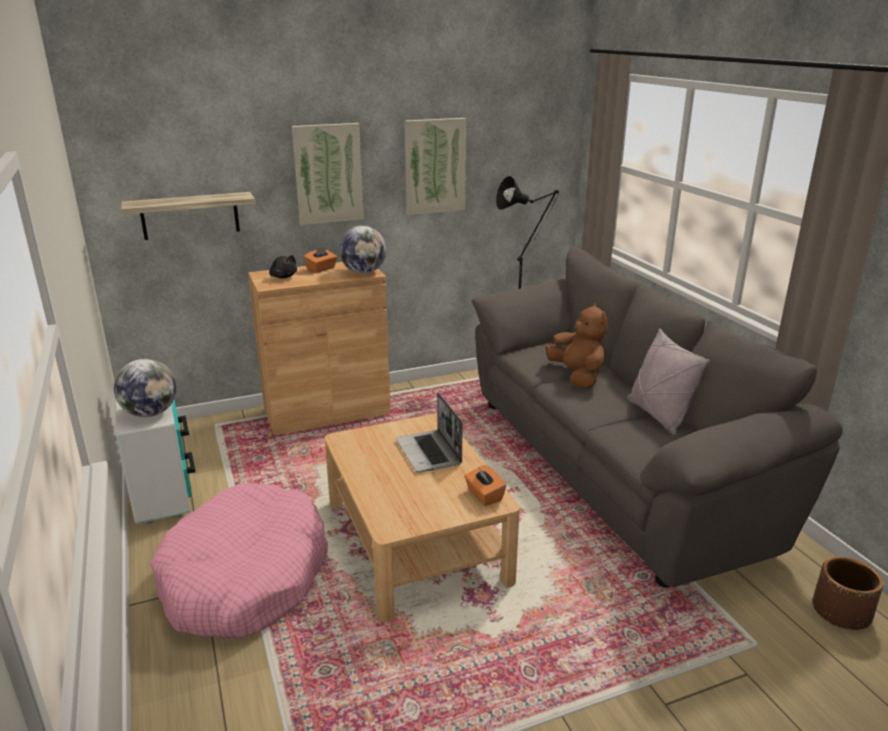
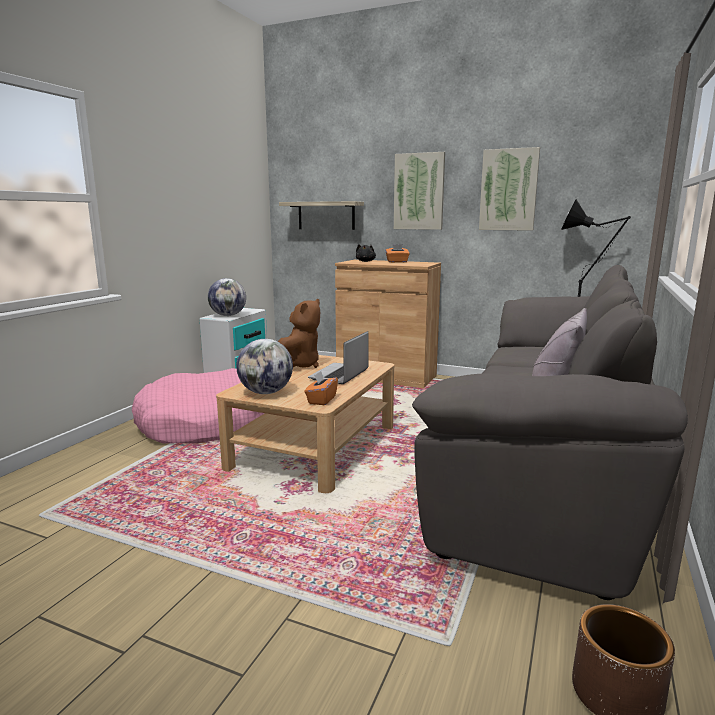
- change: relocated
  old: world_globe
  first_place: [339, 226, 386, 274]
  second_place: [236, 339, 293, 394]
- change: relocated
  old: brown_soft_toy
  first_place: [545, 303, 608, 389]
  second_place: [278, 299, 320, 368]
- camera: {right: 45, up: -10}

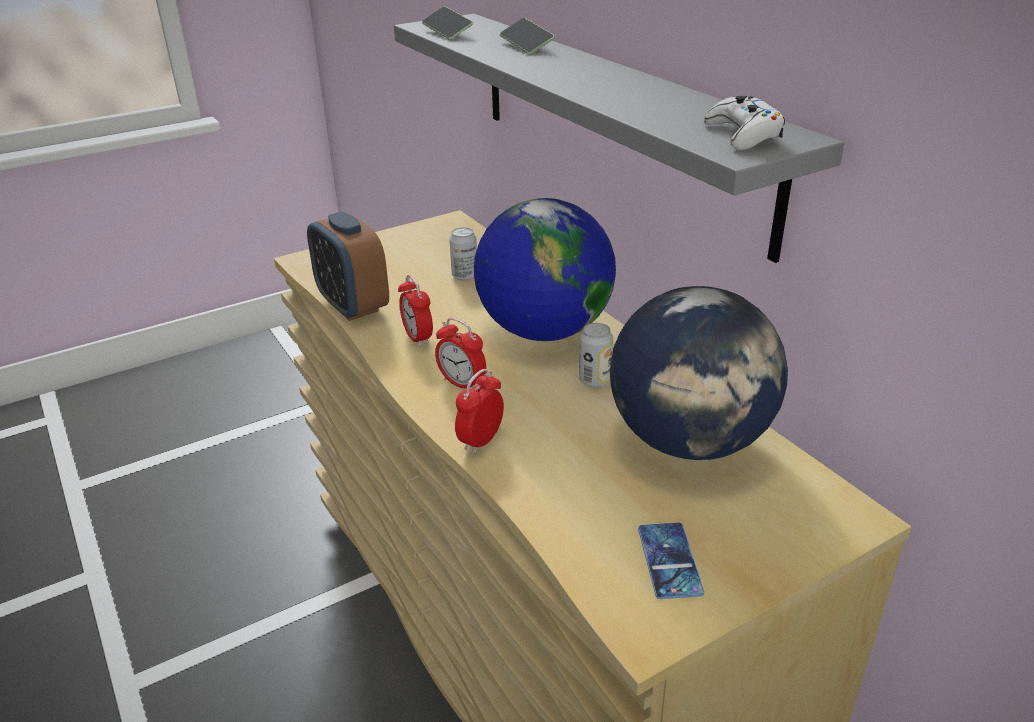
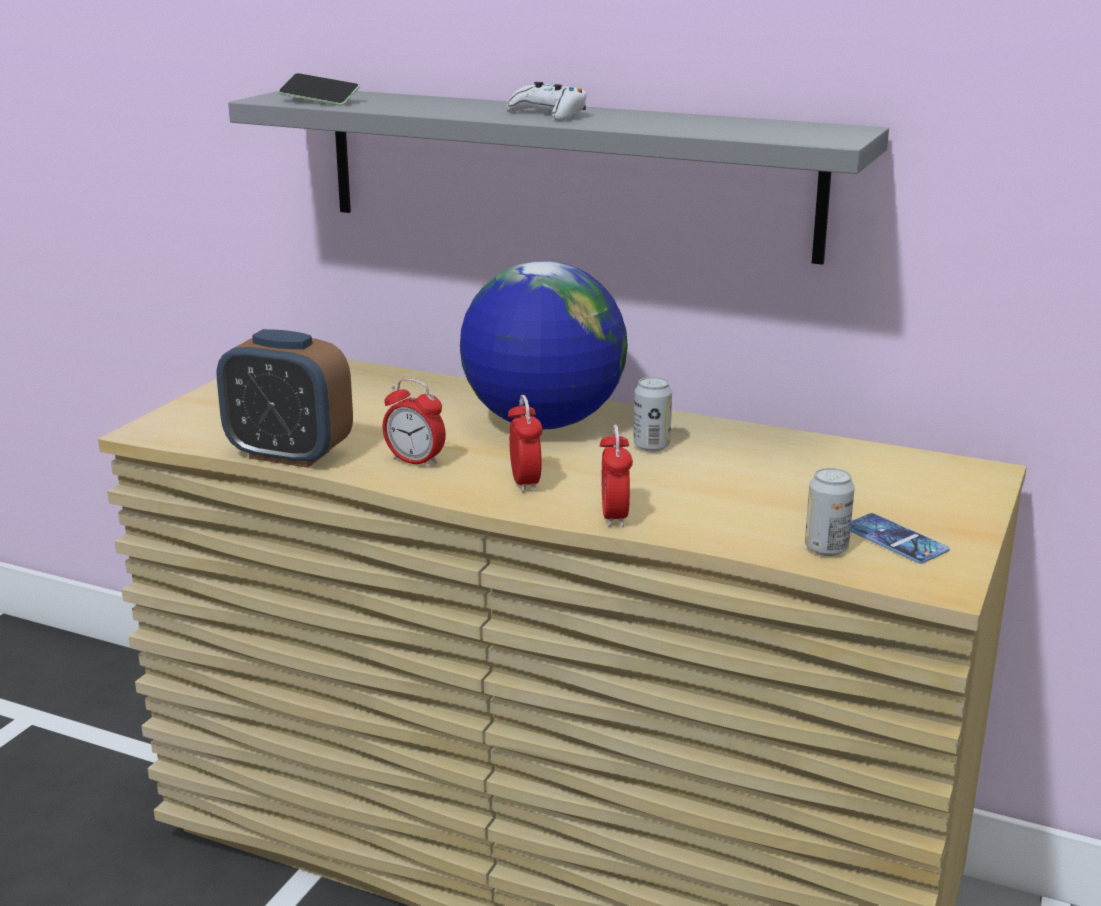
- change: relocated
  old: whitish_game_controller
  first_place: [704, 96, 785, 150]
  second_place: [506, 82, 587, 121]
- change: spun
  old: table_clock
  first_place: [435, 318, 486, 389]
  second_place: [508, 395, 543, 492]
  degrees: -105
- change: relocated
  old: sealed_can
  first_place: [449, 227, 477, 281]
  second_place: [805, 468, 855, 556]
- change: missing
  old: phone
  first_place: [500, 18, 555, 54]
- change: missing
  old: world_globe
  first_place: [610, 286, 788, 460]
- camera: {right: -35, up: -10}

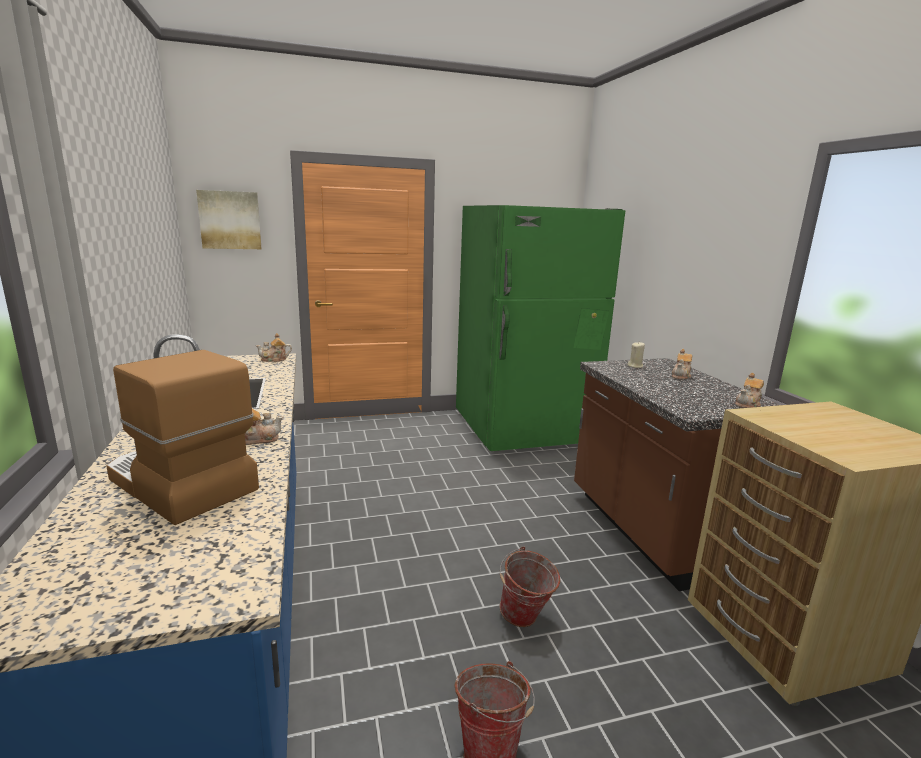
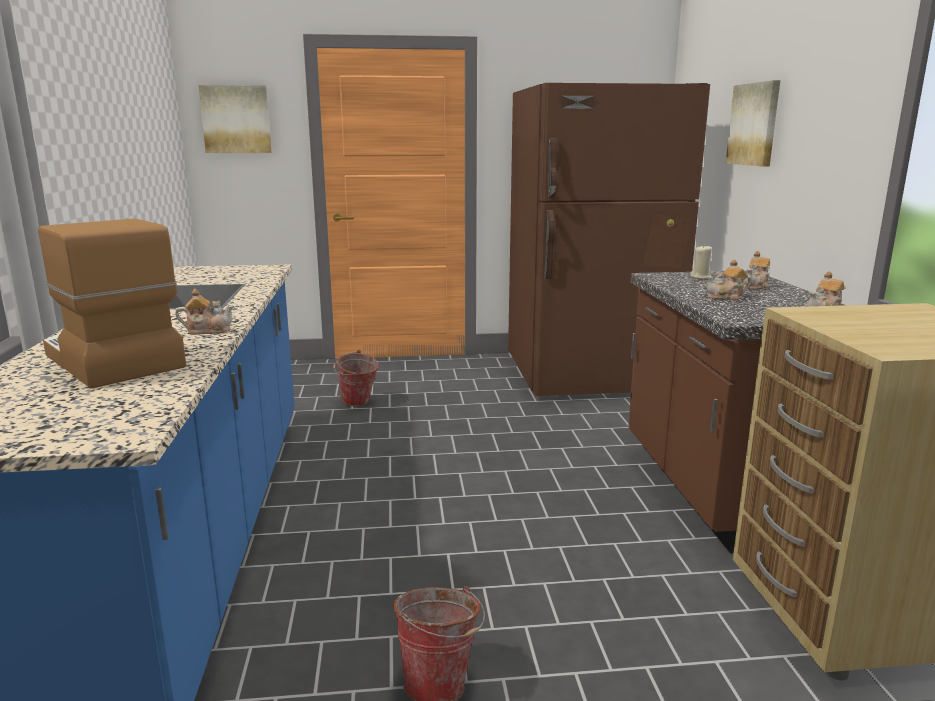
- change: relocated
  old: pail
  first_place: [499, 546, 560, 627]
  second_place: [333, 350, 379, 407]
- change: colour
  old: green_fridge
  new: brown_fridge
  first_place: [456, 205, 626, 451]
  second_place: [508, 83, 710, 396]
- change: relocated
  old: pot_for_tea
  first_place: [256, 333, 292, 362]
  second_place: [706, 260, 752, 300]
- change: appeared
  new: picture
  second_place: [726, 80, 780, 167]
- camera: {right: 10, up: 0}

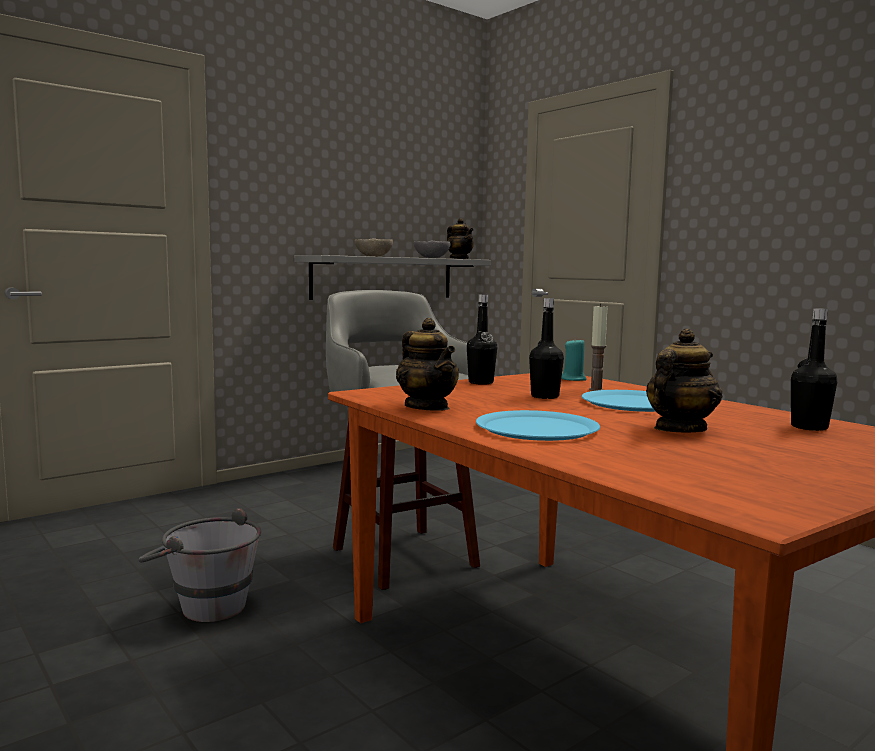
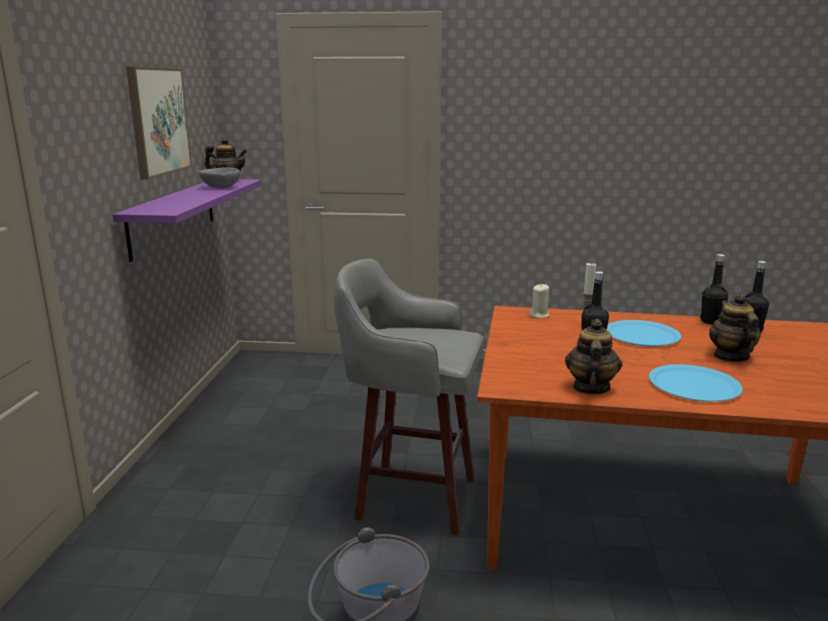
- change: colour
  old: gray_bracket_shelf
  new: purple_bracket_shelf
  first_place: [294, 255, 491, 300]
  second_place: [112, 179, 261, 262]
- change: appeared
  new: picture
  second_place: [126, 66, 192, 179]
- change: colour
  old: turquoise-coloured_wax_light
  new: beige-coloured_wax_light
  first_place: [561, 338, 587, 381]
  second_place: [529, 284, 549, 318]
- change: spun
  old: pot_for_tea
  first_place: [396, 318, 459, 411]
  second_place: [565, 318, 622, 394]
  degrees: -90
- change: relocated
  old: black_bottle
  first_place: [467, 294, 497, 385]
  second_place: [700, 254, 728, 325]
- change: missing
  old: beige-coloured_deep_dish
  first_place: [355, 239, 393, 257]
- camera: {right: -45, up: 10}

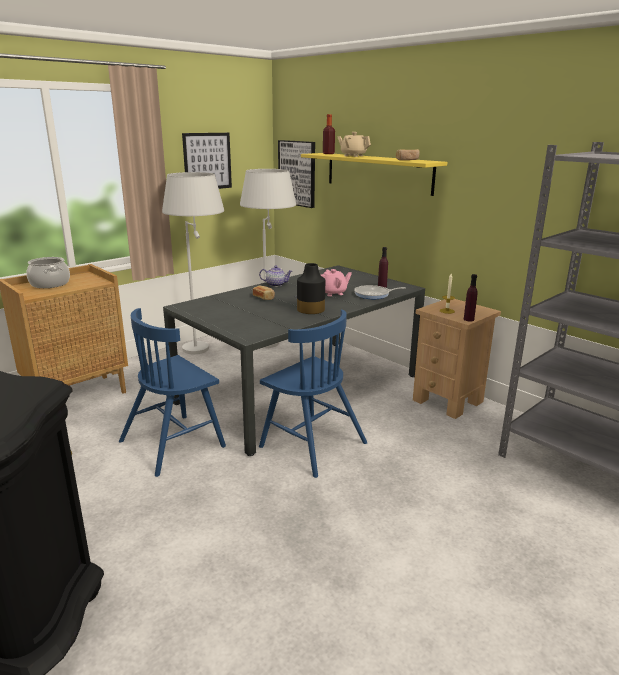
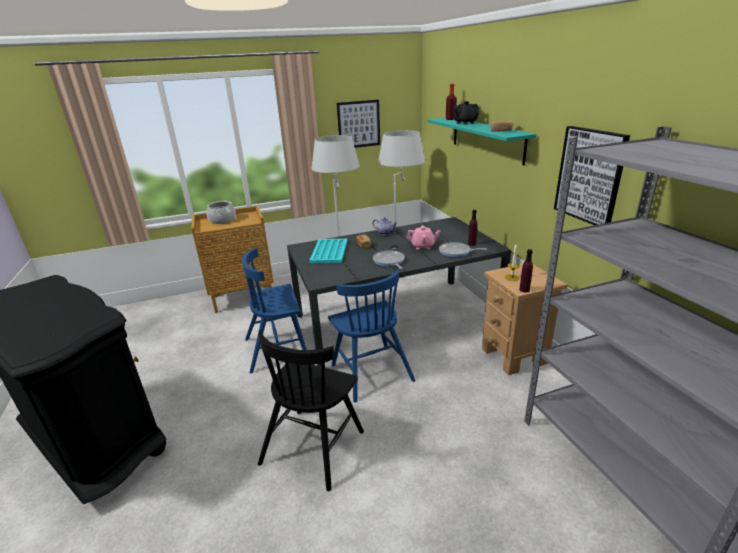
- change: appeared
  new: black_chair
  second_place: [258, 329, 364, 491]
- change: appeared
  new: turquoise-coloured_serving_tray
  second_place: [309, 239, 347, 263]
- change: exchanged
  old: black_decorative_vase
  new: frying_pan
  first_place: [297, 263, 325, 314]
  second_place: [373, 250, 405, 269]
- change: colour
  old: yellow_bracket_shelf
  new: turquoise-coloured_bracket_shelf
  first_place: [301, 153, 447, 196]
  second_place: [427, 118, 537, 165]
- change: colour
  old: beige-coloured_pot_for_tea
  new: black_pot_for_tea
  first_place: [337, 132, 371, 157]
  second_place: [453, 101, 479, 125]
- change: relocated
  old: picture
  first_place: [278, 140, 315, 208]
  second_place: [554, 126, 630, 225]
- camera: {right: 25, up: 5}

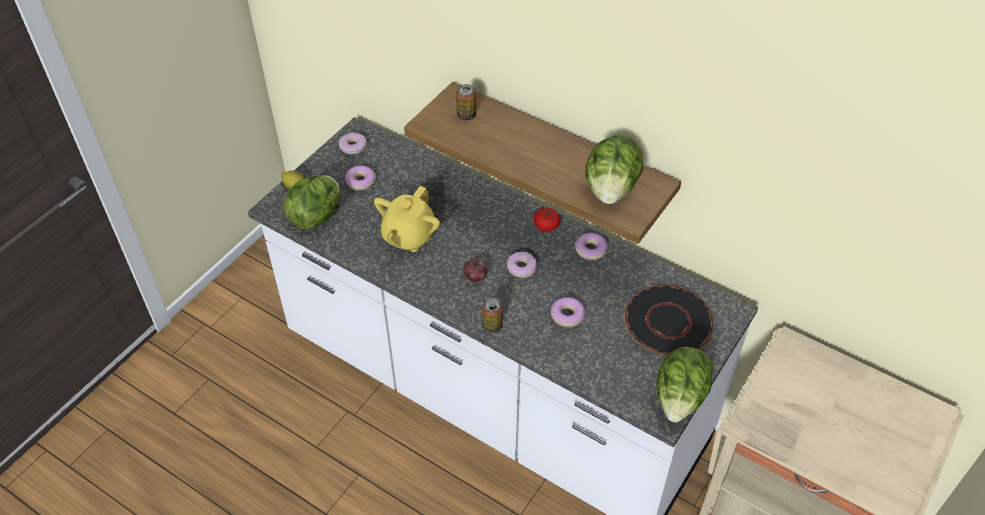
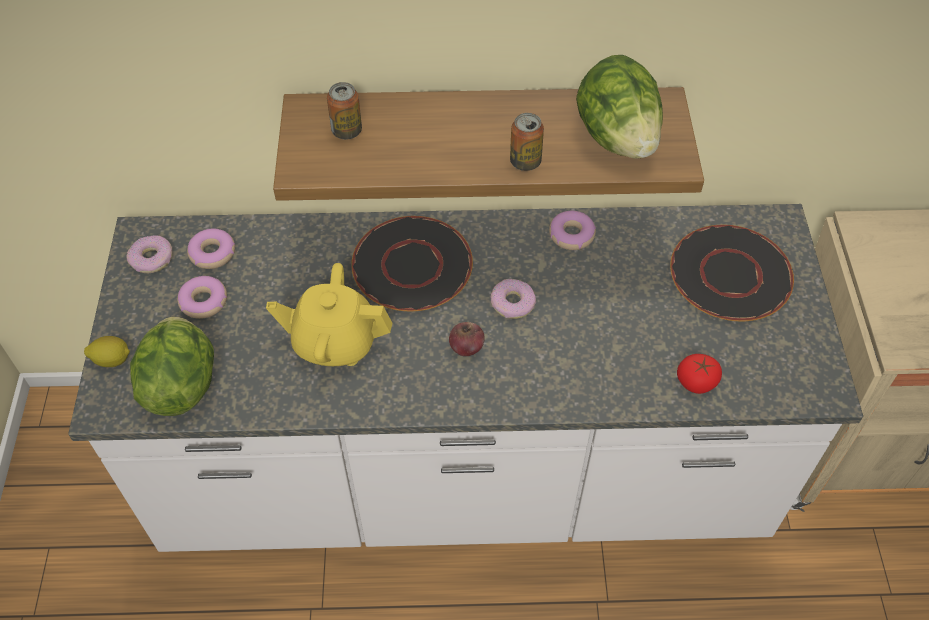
- change: relocated
  old: donut
  first_place: [551, 297, 585, 327]
  second_place: [187, 228, 235, 269]
- change: spun
  old: yellow_pot_for_tea
  first_place: [374, 186, 440, 252]
  second_place: [266, 263, 392, 366]
  degrees: 105
- change: appeared
  new: black_dinner_plate
  second_place: [351, 216, 473, 311]
- change: relocated
  old: sealed_can
  first_place: [482, 298, 503, 333]
  second_place: [510, 113, 544, 171]
- change: relocated
  old: fresh_tomato
  first_place: [534, 208, 561, 232]
  second_place: [677, 354, 722, 394]
- change: missing
  old: lettuce
  first_place: [656, 347, 713, 422]
- camera: {right: -35, up: 5}

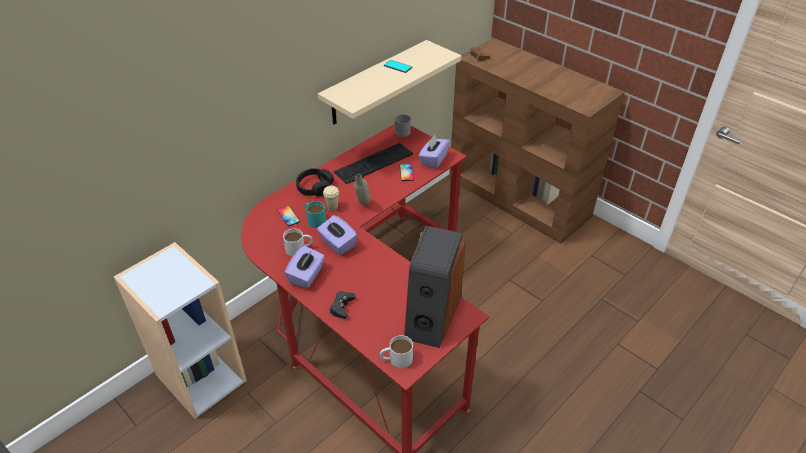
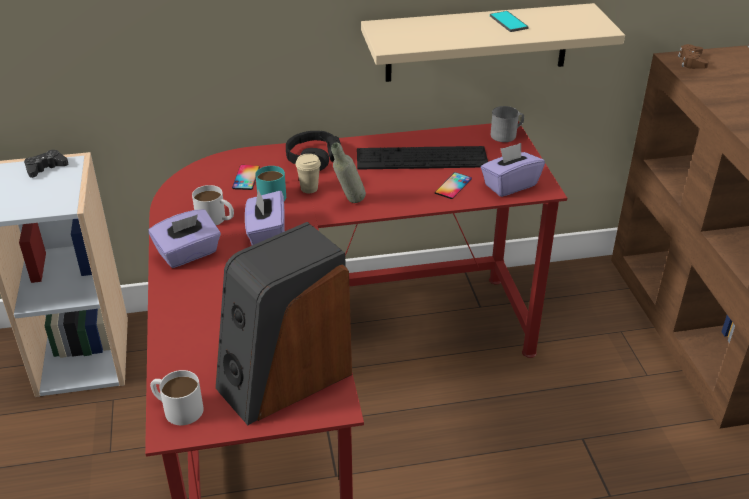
- change: relocated
  old: black_game_controller
  first_place: [330, 291, 355, 319]
  second_place: [24, 150, 68, 178]
- camera: {right: 35, up: -5}

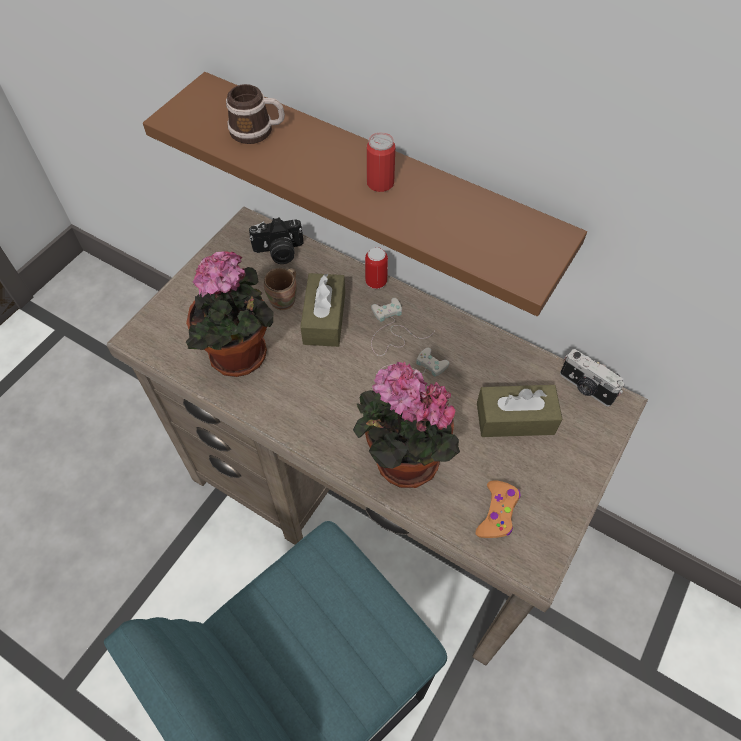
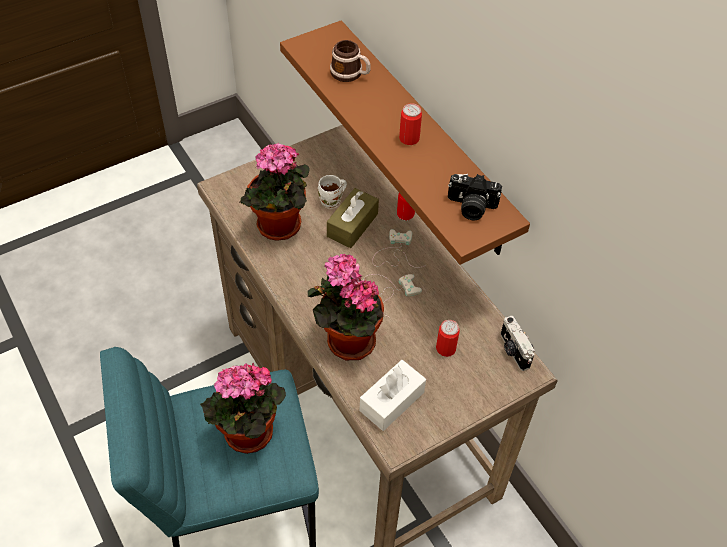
- change: appeared
  new: plant_in_a_pot
  second_place: [200, 363, 286, 454]
- change: colour
  old: brown_coffee_mug
  new: whitish_coffee_mug
  first_place: [264, 268, 297, 310]
  second_place: [318, 175, 347, 209]
- change: exchanged
  old: orangey_game_controller
  new: whitish_tissue_box
  first_place: [476, 480, 520, 538]
  second_place: [360, 360, 426, 431]
- change: exchanged
  old: brown_tissue_box
  new: sealed_can
  first_place: [477, 385, 562, 437]
  second_place: [436, 320, 460, 357]
- change: relocated
  old: still_camera
  first_place: [249, 217, 303, 264]
  second_place: [448, 174, 502, 220]
- camera: {right: 25, up: -5}

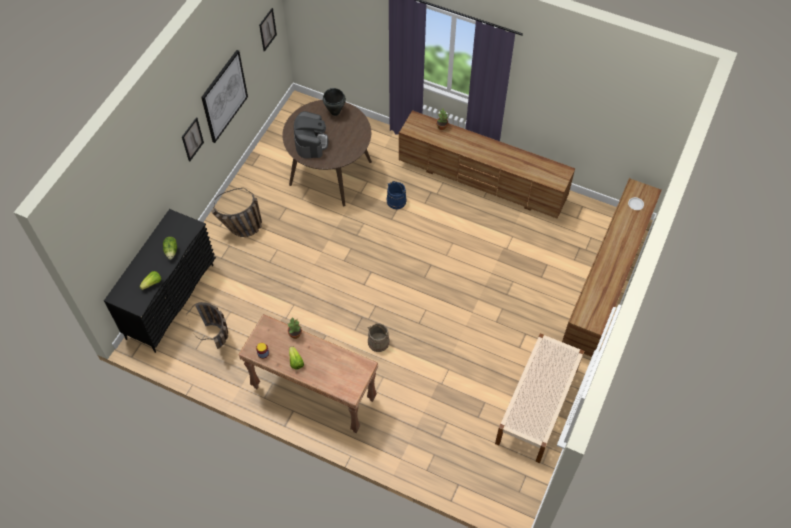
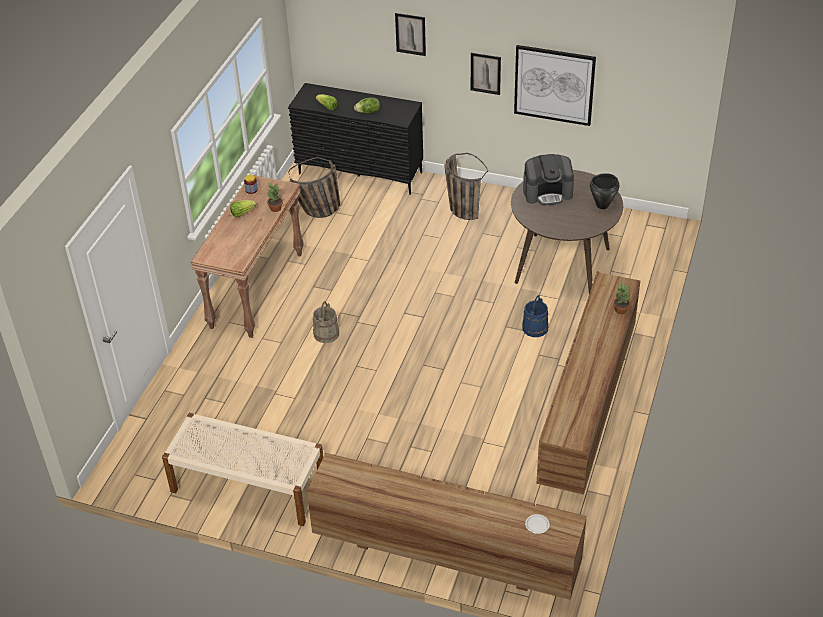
- change: relocated
  old: picture
  first_place: [259, 8, 277, 52]
  second_place: [395, 13, 426, 56]
- camera: {right: 85, up: -15}

